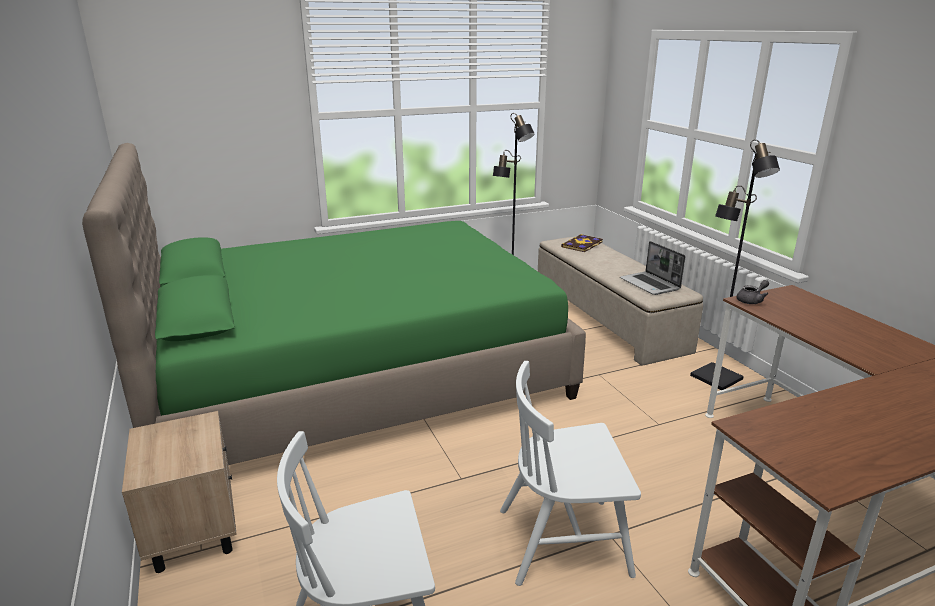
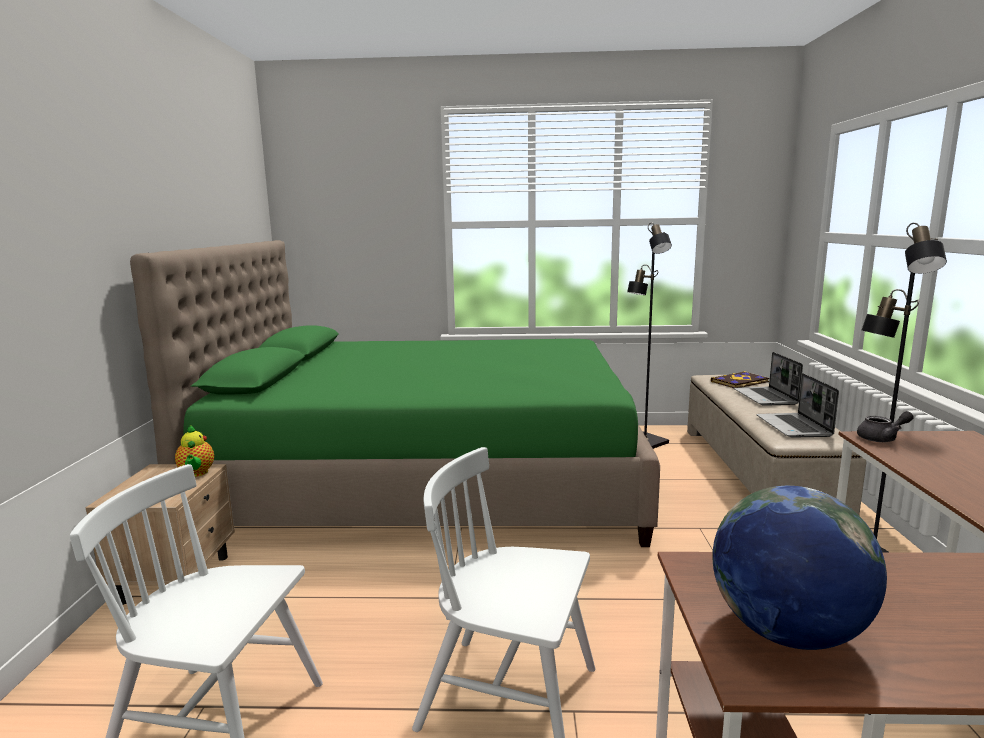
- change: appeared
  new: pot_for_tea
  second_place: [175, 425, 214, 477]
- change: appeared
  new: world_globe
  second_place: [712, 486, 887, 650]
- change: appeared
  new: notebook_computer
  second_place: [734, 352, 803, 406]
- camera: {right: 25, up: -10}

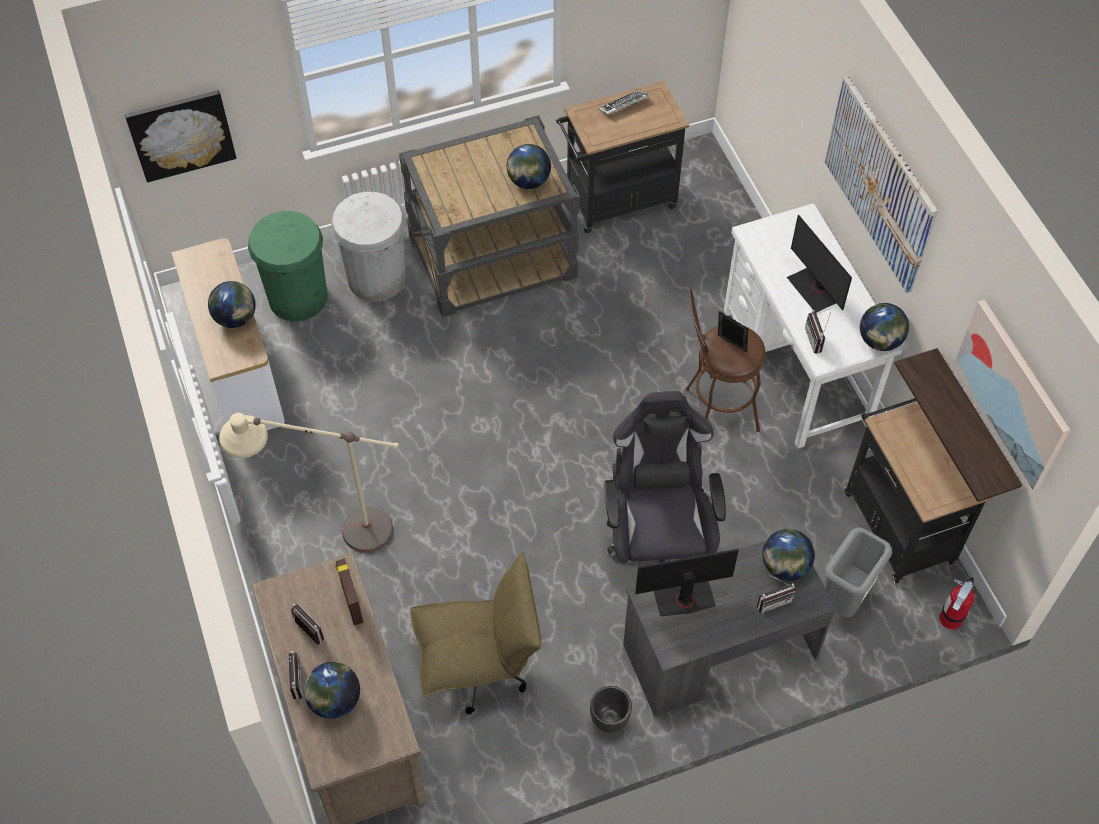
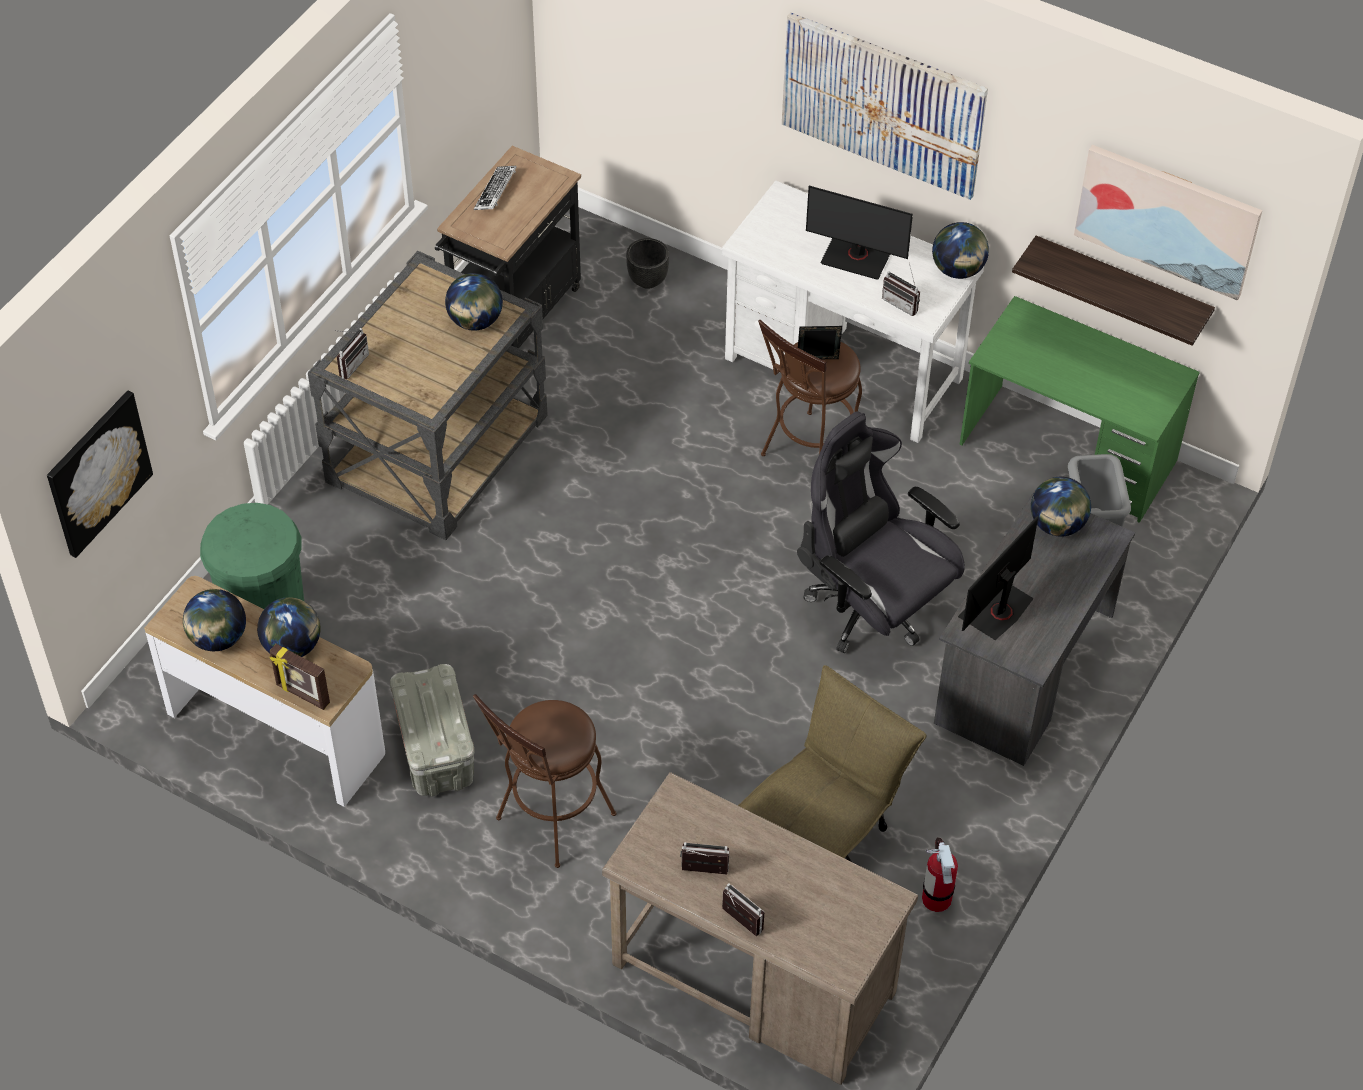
- change: relocated
  old: world_globe
  first_place: [304, 662, 360, 719]
  second_place: [183, 589, 246, 651]
- change: relocated
  old: photo_frame
  first_place: [335, 558, 364, 625]
  second_place: [269, 644, 330, 710]
- change: relocated
  old: radio_set
  first_place: [757, 576, 795, 614]
  second_place: [334, 328, 369, 379]
- change: appeared
  new: gray_storage_container
  second_place: [390, 664, 475, 797]
- change: exchanged
  old: beige-coloured_floor_lamp
  new: brown_stool_seat
  first_place: [219, 413, 398, 553]
  second_place: [473, 694, 616, 868]
- change: relocated
  old: black_planter
  first_place: [590, 686, 632, 733]
  second_place: [626, 238, 669, 289]
- change: relocated
  old: fire-fighting_cylinder
  first_place: [939, 578, 974, 630]
  second_place: [922, 837, 958, 912]
- change: exchanged
  old: black_wheeled_cart
  new: green_desk_table
  first_place: [845, 398, 992, 584]
  second_place: [959, 296, 1200, 523]
- change: missing
  old: whitish_waste_bin
  first_place: [331, 192, 406, 302]
- camera: {right: -40, up: -5}

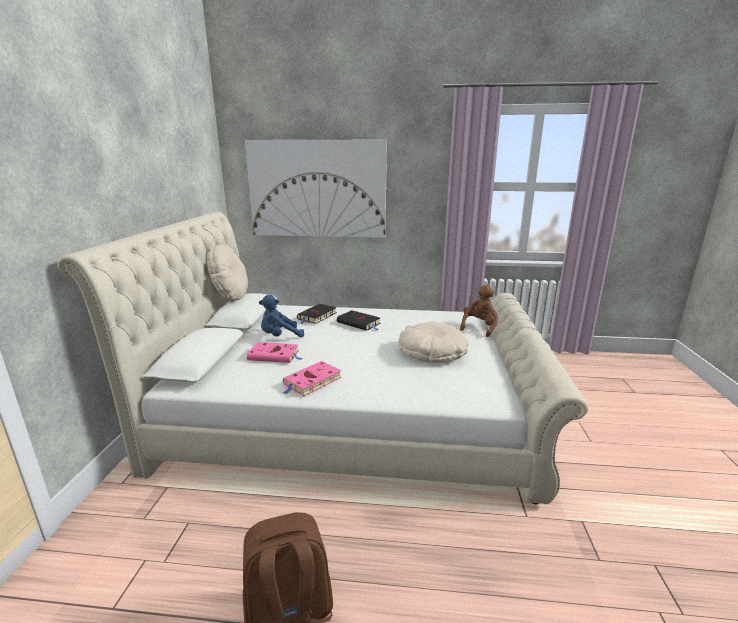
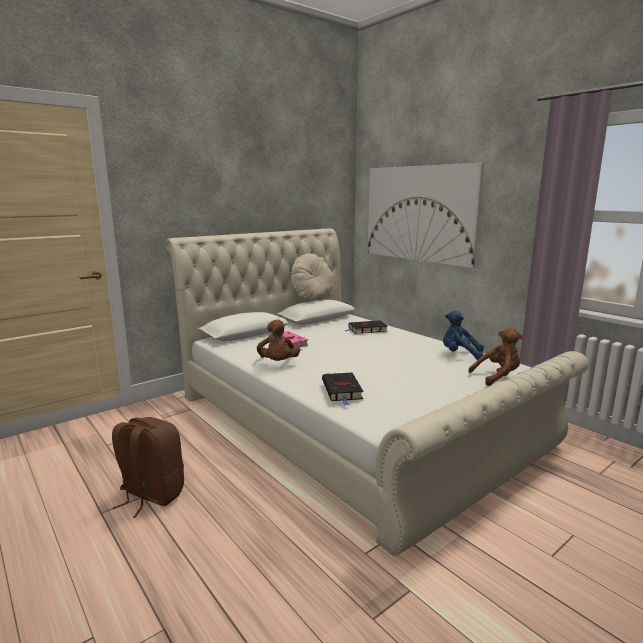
- change: exchanged
  old: pinkish_book
  new: brown_soft_toy
  first_place: [283, 361, 342, 396]
  second_place: [257, 320, 300, 361]
- change: relocated
  old: black_book
  first_place: [337, 310, 380, 331]
  second_place: [322, 373, 363, 405]
- change: relocated
  old: bluish_soft_toy
  first_place: [259, 295, 304, 338]
  second_place: [443, 310, 484, 360]
- change: missing
  old: beige-coloured_pillow
  first_place: [399, 321, 469, 363]
- camera: {right: 45, up: -5}

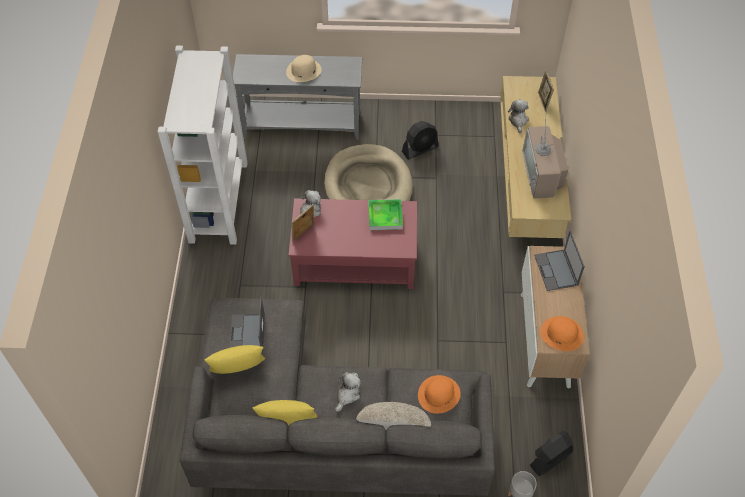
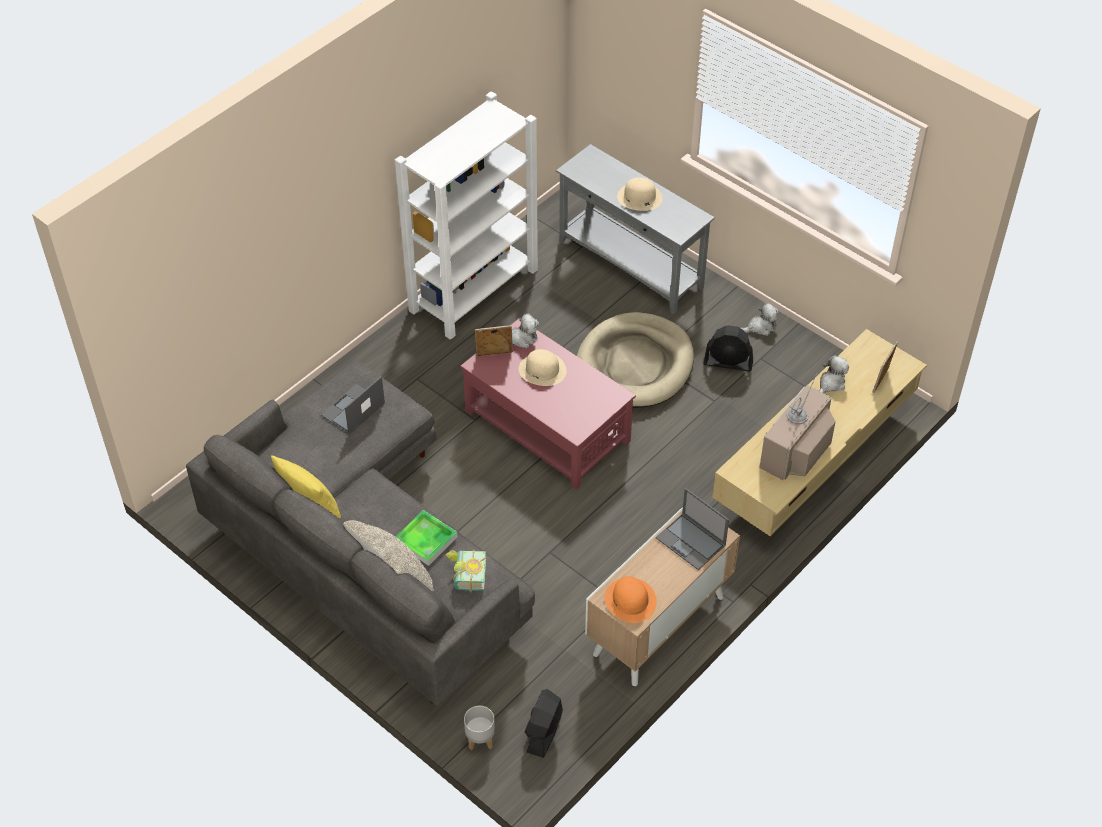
- change: relocated
  old: serving_tray
  first_place: [368, 199, 403, 230]
  second_place: [396, 510, 457, 566]
- change: exchanged
  old: orangey_clothing_hat
  new: book
  first_place: [418, 375, 461, 414]
  second_place: [445, 550, 487, 592]
- change: appeared
  new: beige-coloured_clothing_hat
  second_place: [519, 349, 567, 386]
- change: spun
  old: black_cooling_fan
  first_place: [530, 431, 573, 476]
  second_place: [524, 689, 563, 758]
  degrees: -75
- change: spun
  old: notebook_computer
  first_place: [534, 231, 585, 291]
  second_place: [656, 488, 729, 570]
  degrees: -75
- change: relocated
  old: soft_toy
  first_place: [335, 372, 361, 412]
  second_place: [741, 303, 779, 336]
- change: missing
  old: yellow_pillow
  first_place: [204, 345, 265, 374]
- camera: {right: 40, up: -5}

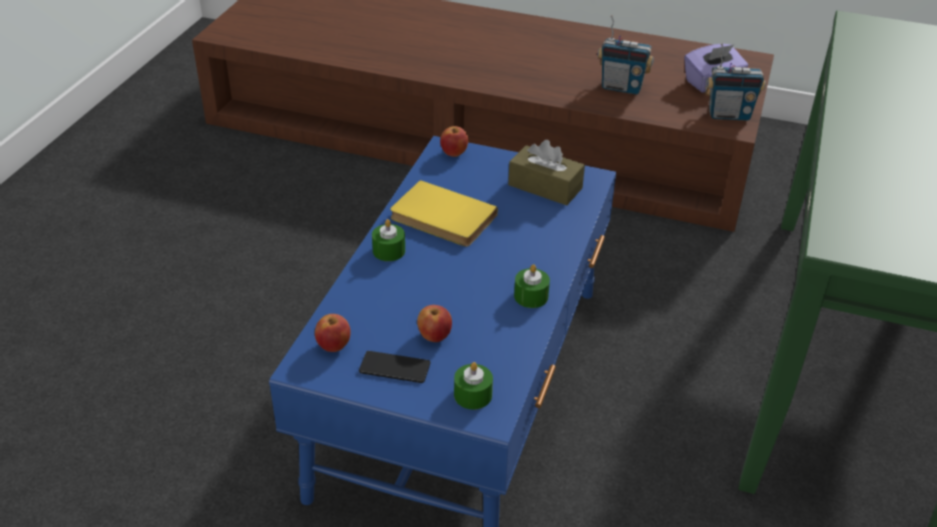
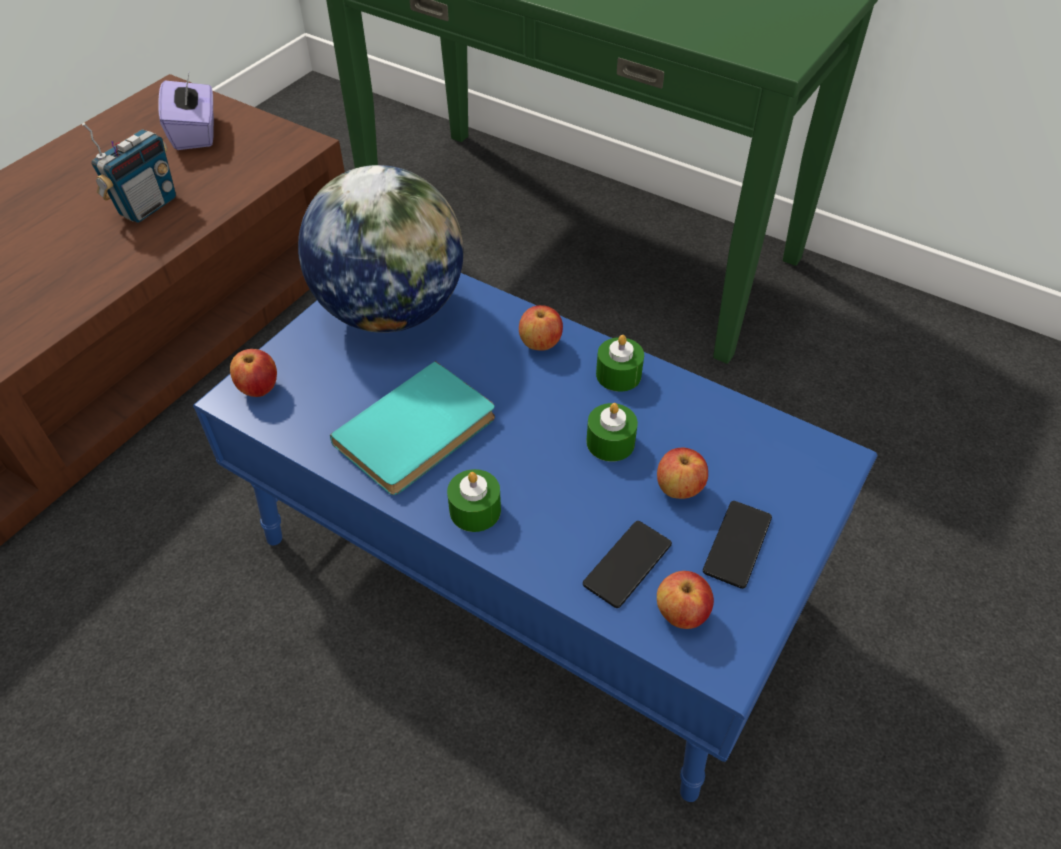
- change: exchanged
  old: brown_tissue_box
  new: world_globe
  first_place: [508, 140, 585, 205]
  second_place: [298, 165, 464, 333]
- change: colour
  old: yellow_book
  new: turquoise-coloured_book
  first_place: [390, 180, 498, 246]
  second_place: [330, 361, 495, 495]
- change: appeared
  new: apple_fruit
  second_place: [519, 305, 563, 350]
- change: appeared
  new: phone
  second_place: [583, 521, 672, 608]
- change: relocated
  old: green_wax_light
  first_place: [454, 362, 493, 410]
  second_place: [586, 403, 638, 462]
- change: missing
  old: radio_set
  first_place: [705, 43, 766, 121]
- camera: {right: -75, up: 10}

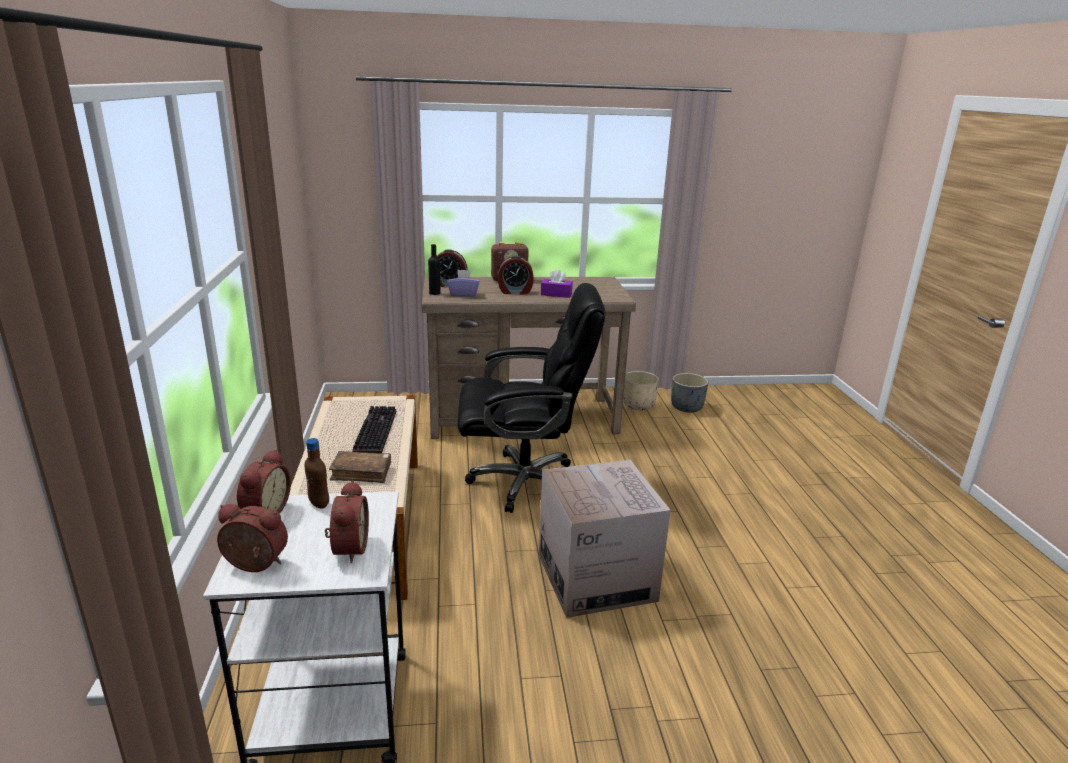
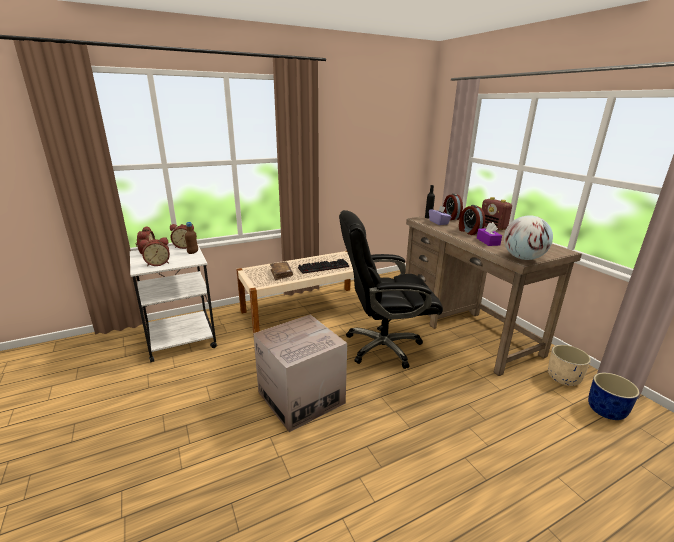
- change: spun
  old: black_computer_chair
  first_place: [457, 283, 605, 513]
  second_place: [339, 210, 443, 369]
  degrees: 105
- change: appeared
  new: world_globe
  second_place: [504, 215, 553, 260]
- change: colour
  old: gray_planter
  new: bluish_planter
  first_place: [671, 373, 708, 413]
  second_place: [588, 373, 640, 420]
- camera: {right: 70, up: 0}

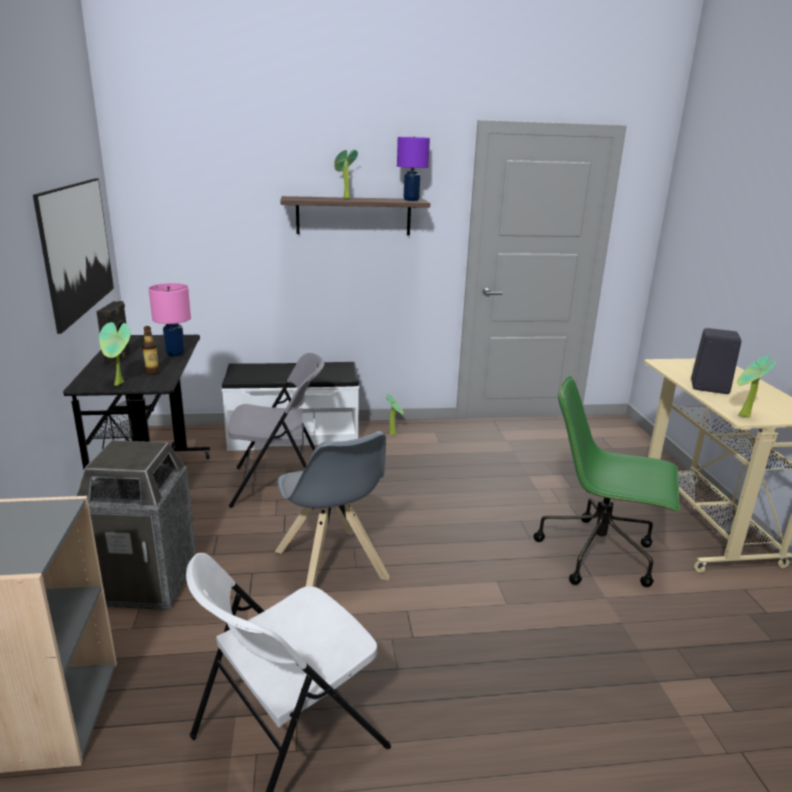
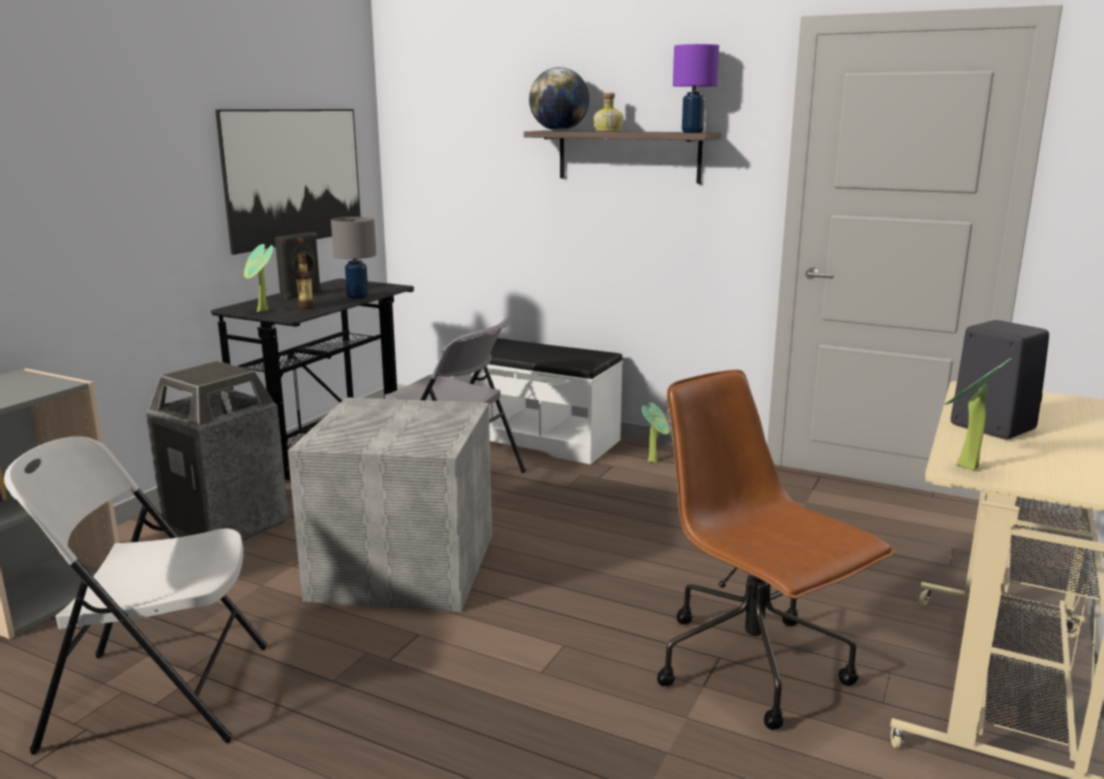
- change: exchanged
  old: gray_chair
  new: gray_storage_container
  first_place: [275, 431, 390, 587]
  second_place: [288, 397, 492, 612]
- change: colour
  old: pinkish_lamp_for_a_table
  new: gray_lamp_for_a_table
  first_place: [148, 283, 191, 356]
  second_place: [331, 217, 376, 299]
- change: appeared
  new: world_globe
  second_place: [529, 67, 589, 131]
- change: exchanged
  old: plant_in_a_pot
  new: bottle
  first_place: [334, 150, 358, 199]
  second_place: [594, 93, 624, 131]
- change: colour
  old: green_computer_chair
  new: brown_computer_chair
  first_place: [534, 376, 680, 587]
  second_place: [657, 370, 895, 730]
- camera: {right: 35, up: -5}

